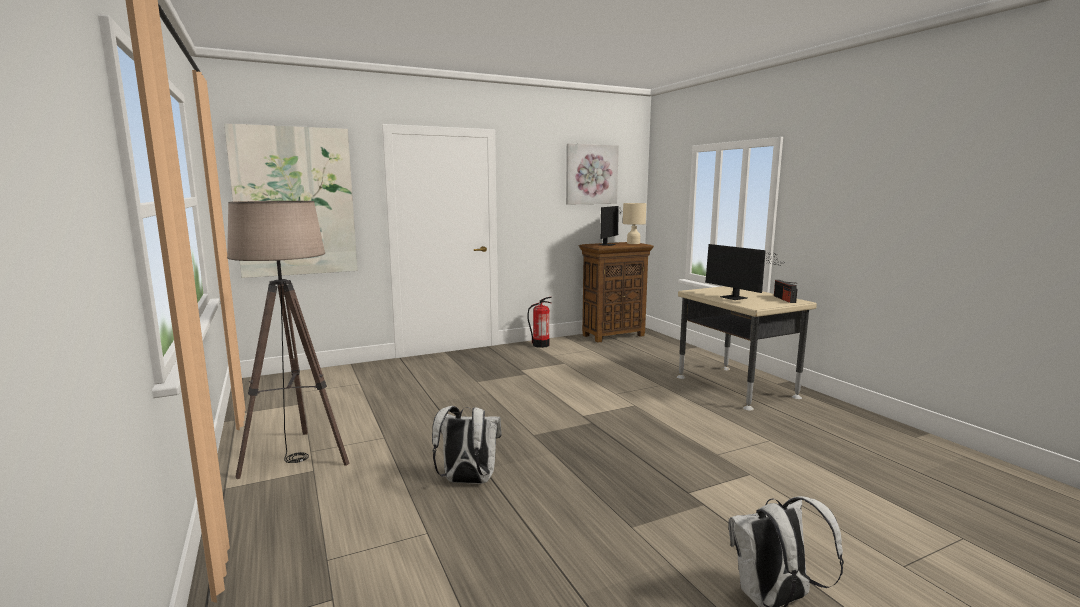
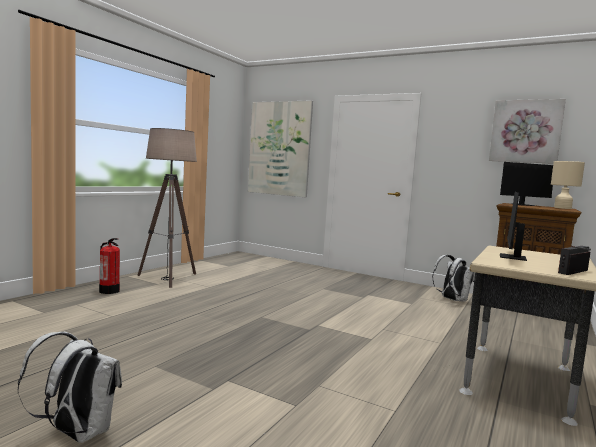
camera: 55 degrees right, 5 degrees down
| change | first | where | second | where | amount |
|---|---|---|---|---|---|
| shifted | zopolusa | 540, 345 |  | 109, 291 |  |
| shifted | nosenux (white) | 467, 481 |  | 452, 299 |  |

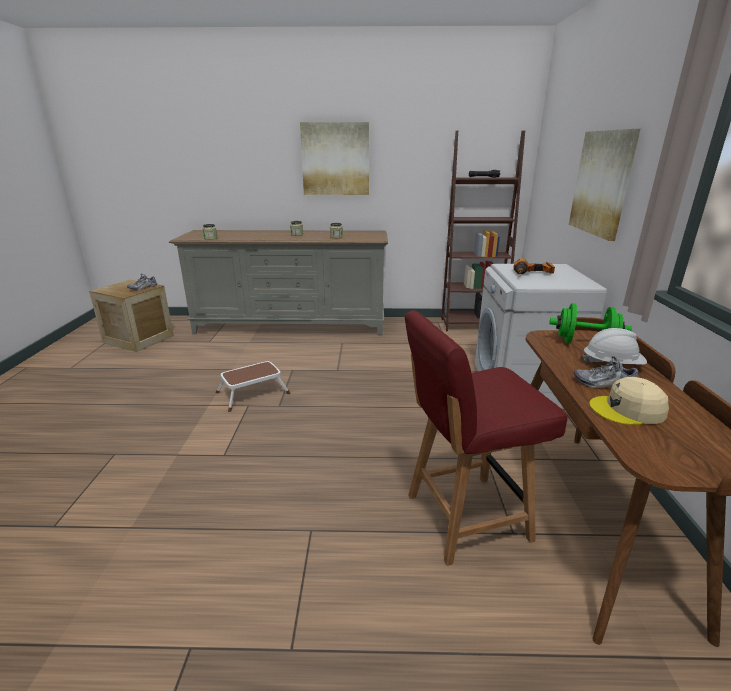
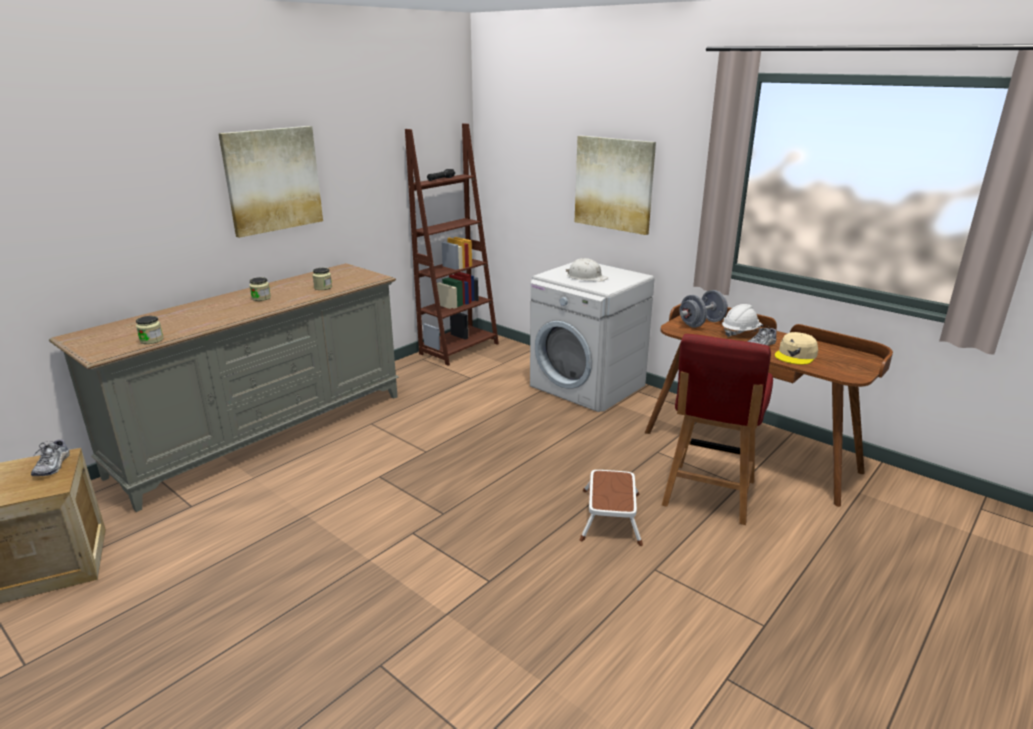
camera: 50 degrees left, 0 degrees up
| change | first | where | second | where | amount |
|---|---|---|---|---|---|
| swapped | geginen | 532, 274 | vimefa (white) | 586, 277 |  |
| repainted | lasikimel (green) | 585, 343 | lasikimel (grey) | 701, 323 |  |
| shifted | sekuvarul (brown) | 252, 393 |  | 610, 516 |  |

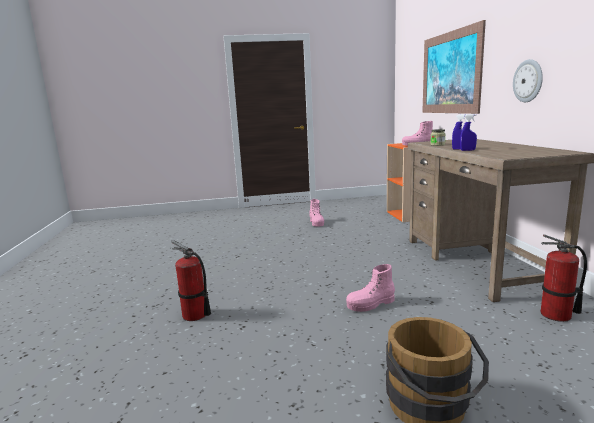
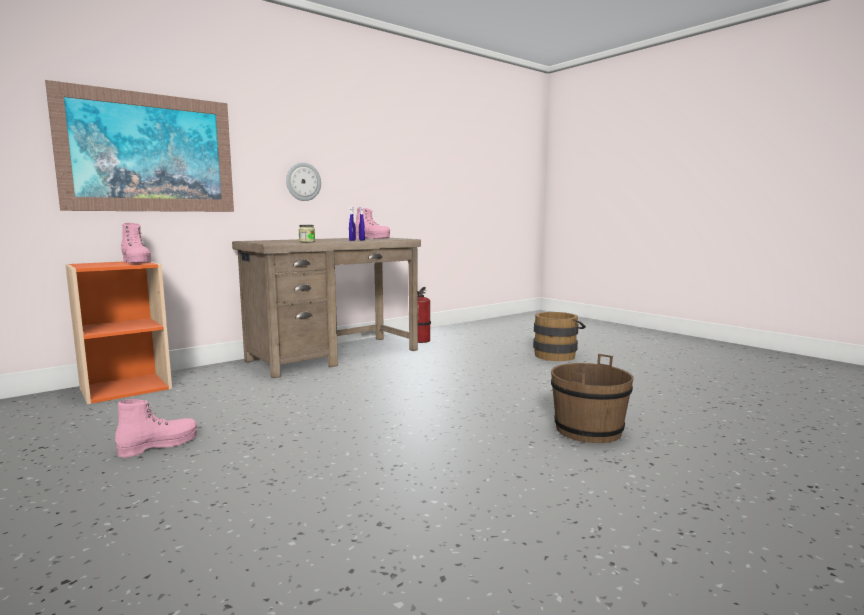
camera: 120 degrees left, 5 degrees down
| change | first | where | second | where | amount |
|---|---|---|---|---|---|
| swapped | zopolusa | 195, 315 | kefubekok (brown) | 588, 430 |  |
| shifted | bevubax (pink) | 370, 304 |  | 372, 238 |  |

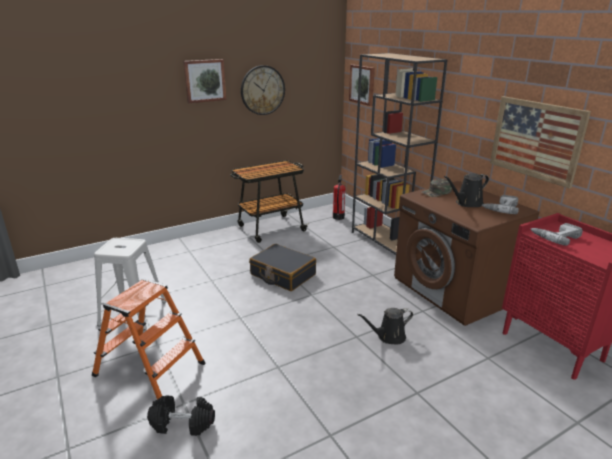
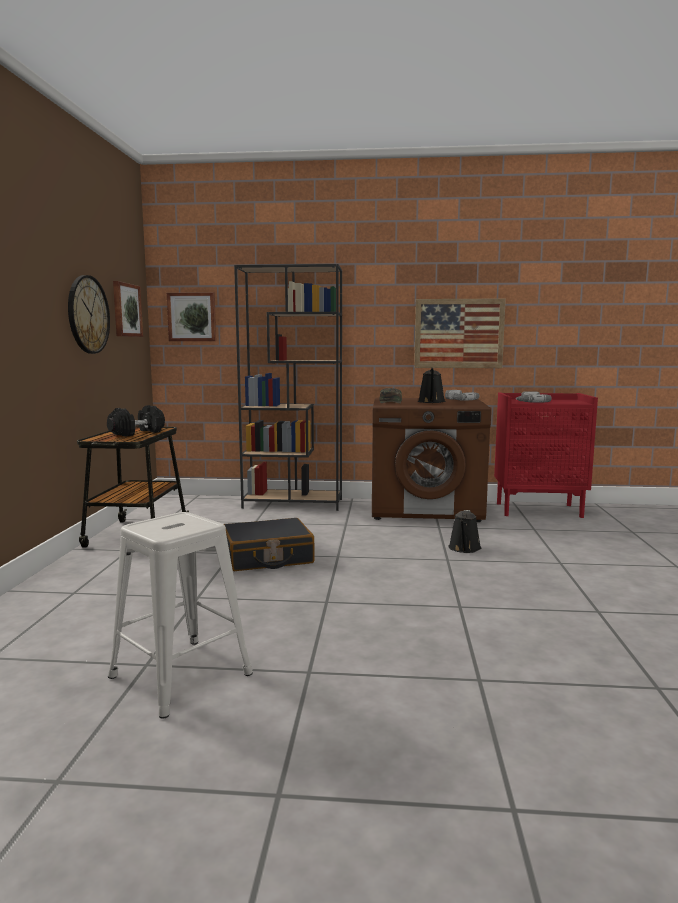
camera: 55 degrees left, 15 degrees down
| change | first | where | second | where | amount |
|---|---|---|---|---|---|
| shifted | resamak | 204, 80 |  | 126, 310 |  |
| gone | zopolusa | 338, 217 |  |  |  |
| gone | sekuvarul (orange) | 149, 369 |  |  |  |
| shifted | lasikimel (black) | 183, 424 |  | 137, 433 |  |

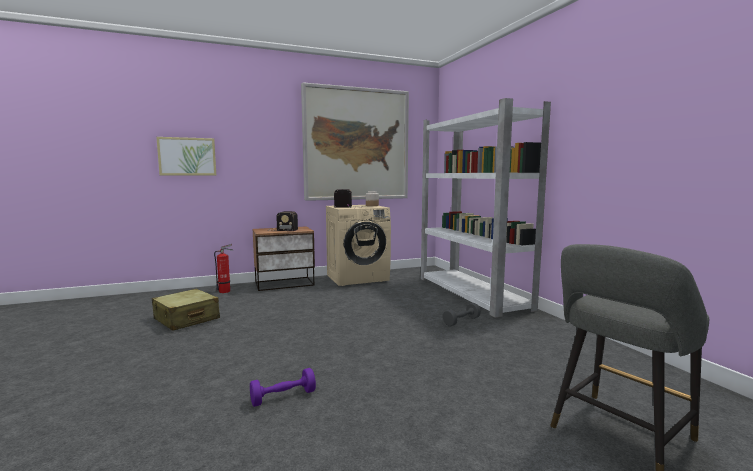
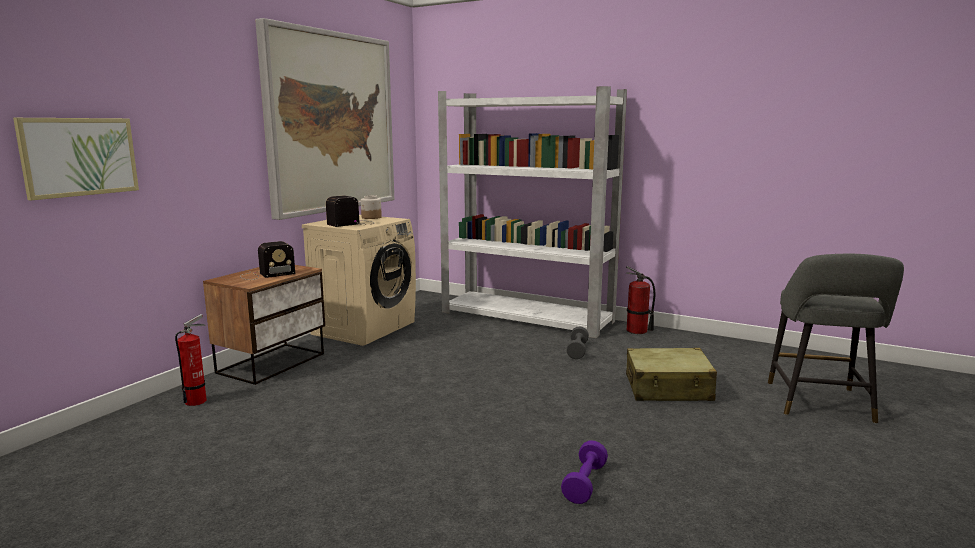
camera: 40 degrees left, 5 degrees up
| change | first | where | second | where | amount |
|---|---|---|---|---|---|
| shifted | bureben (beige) | 186, 319 |  | 668, 388 |  |
| new |  |  | zopolusa | 637, 331 |  |

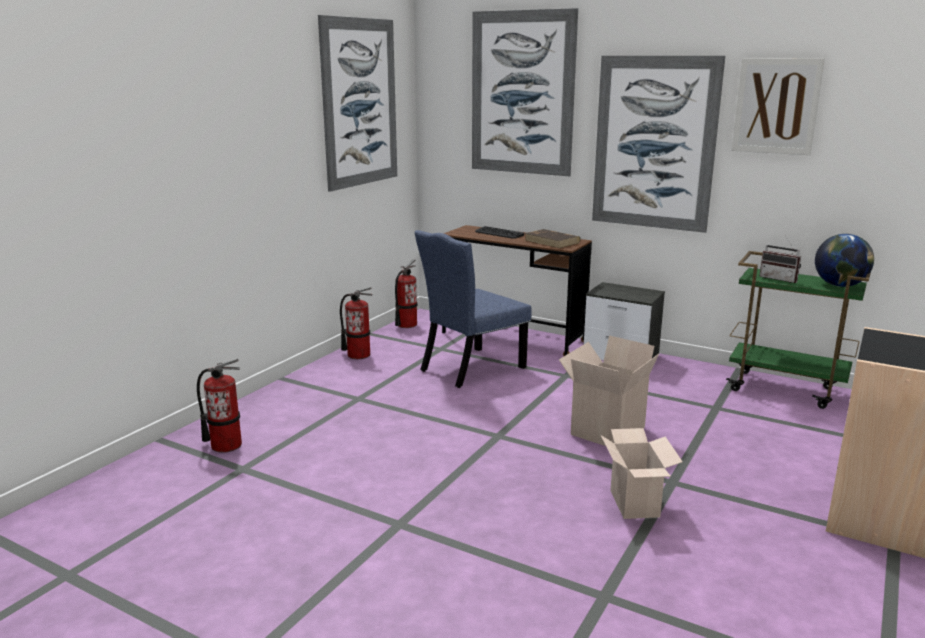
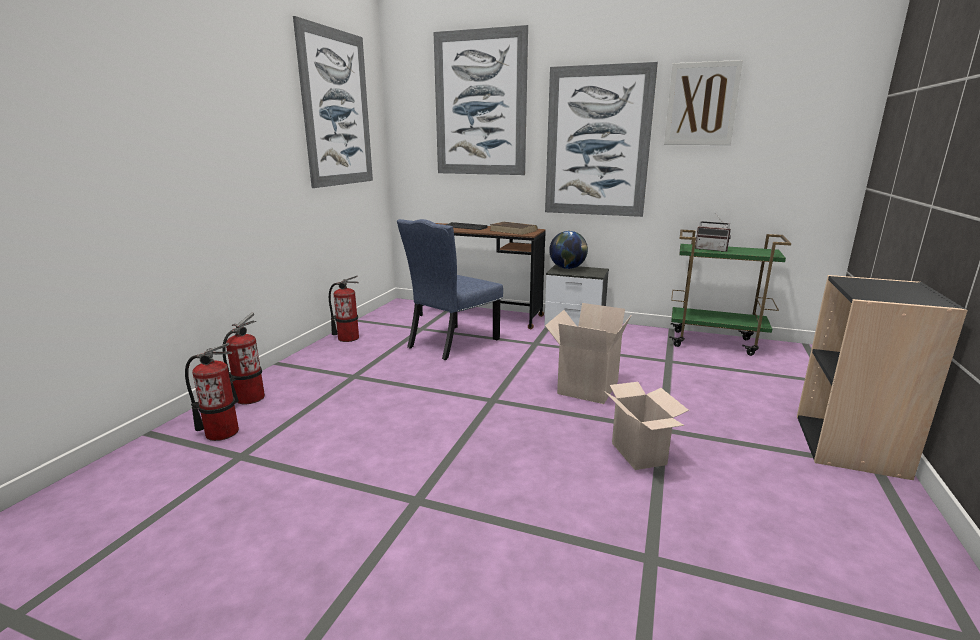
camera: 10 degrees left, 0 degrees up
| change | first | where | second | where | amount |
|---|---|---|---|---|---|
| shifted | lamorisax | 840, 285 |  | 567, 268 |  |
| shifted | zopolusa | 406, 325 |  | 249, 398 |  |

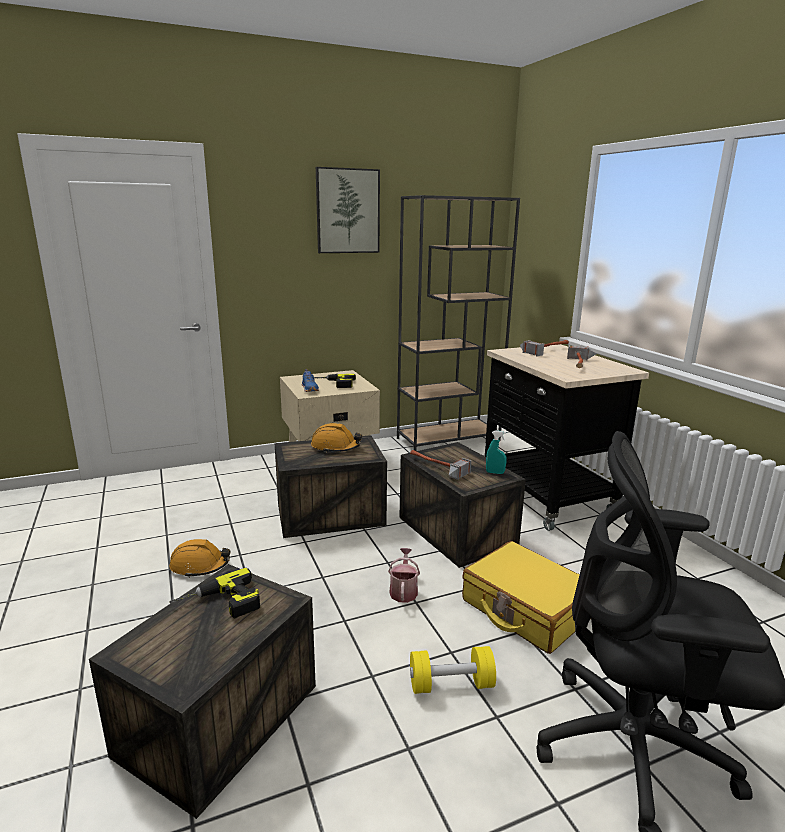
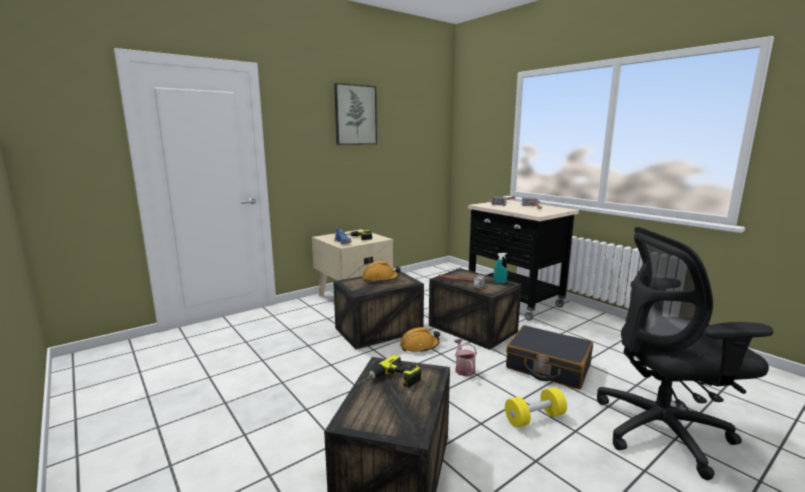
camera: 15 degrees left, 5 degrees down
| change | first | where | second | where | amount |
|---|---|---|---|---|---|
| gone | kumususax | 448, 439 |  |  |  |
| shifted | vimefa (orange) | 200, 566 |  | 419, 346 |  |
| repainted | bureben (yellow) | 526, 609 | bureben (black) | 548, 366 |  |

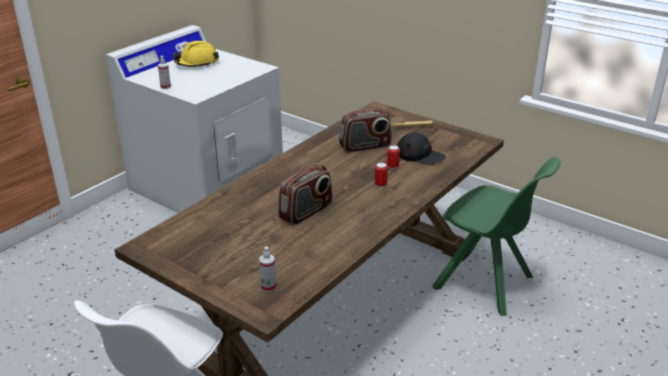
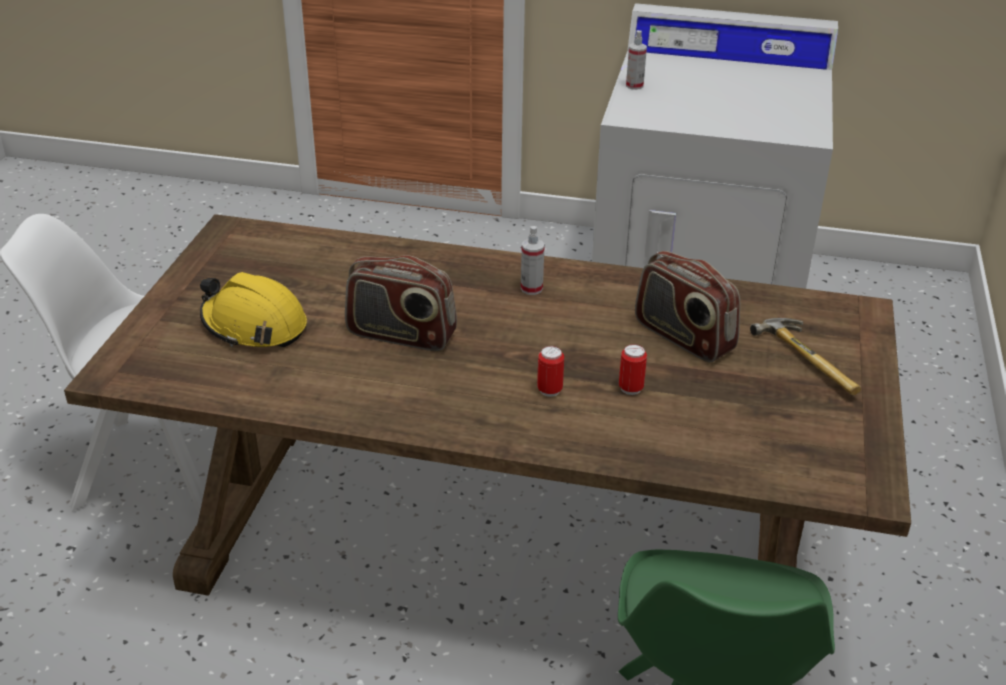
camera: 65 degrees right, 5 degrees up
| change | first | where | second | where | amount |
|---|---|---|---|---|---|
| shifted | vimefa (yellow) | 197, 63 |  | 254, 326 |  |
| gone | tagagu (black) | 420, 155 |  |  |  |
| shifted | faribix | 268, 287 |  | 531, 288 |  |

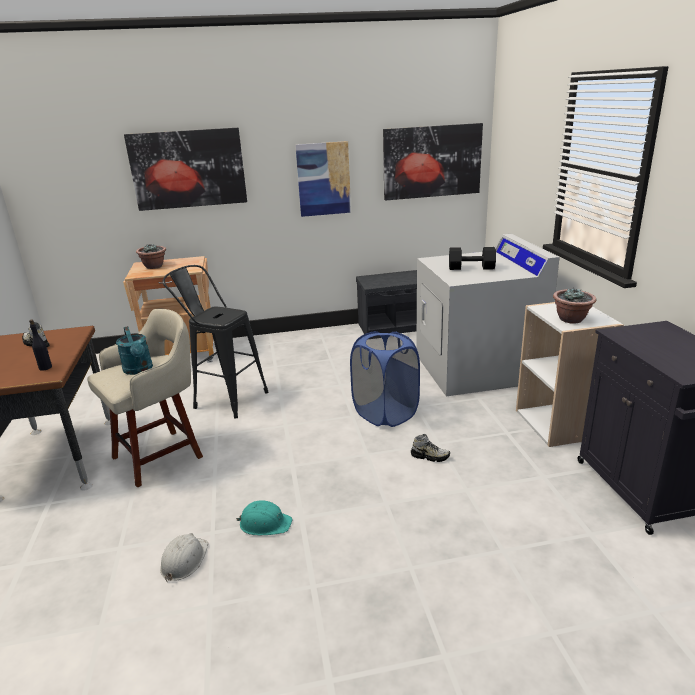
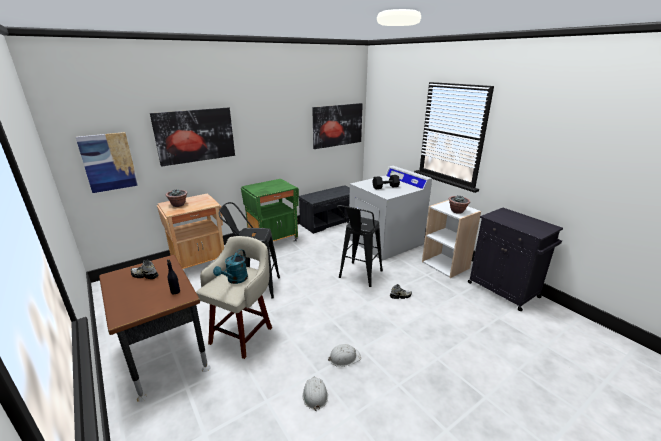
camera: 25 degrees left, 0 degrees up
| change | first | where | second | where | amount |
|---|---|---|---|---|---|
| shifted | resamak | 323, 179 |  | 108, 162 |  |
| rotated | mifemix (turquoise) | 139, 370 |  | 235, 280 | 75 degrees clockwise |
| swapped | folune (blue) | 385, 413 | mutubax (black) | 358, 276 |  |
| repainted | vimefa (turquoise) | 265, 523 | vimefa (white) | 344, 358 |  |
| new |  |  | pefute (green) | 273, 240 |  |

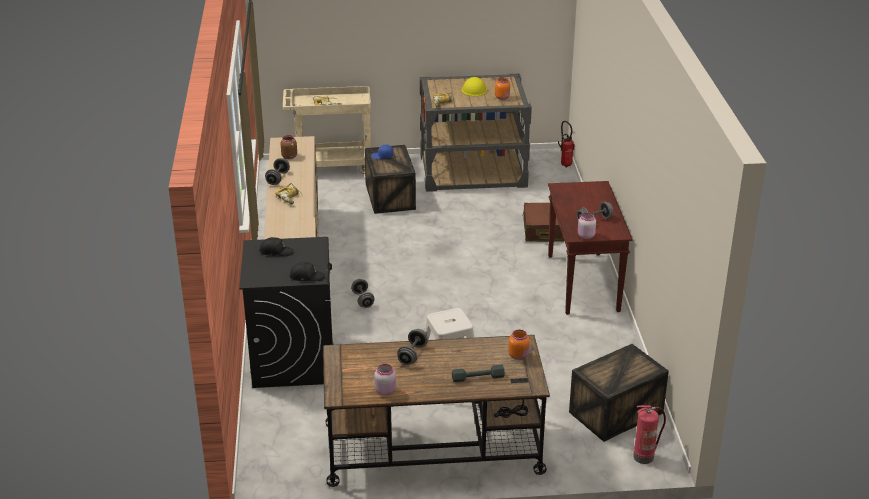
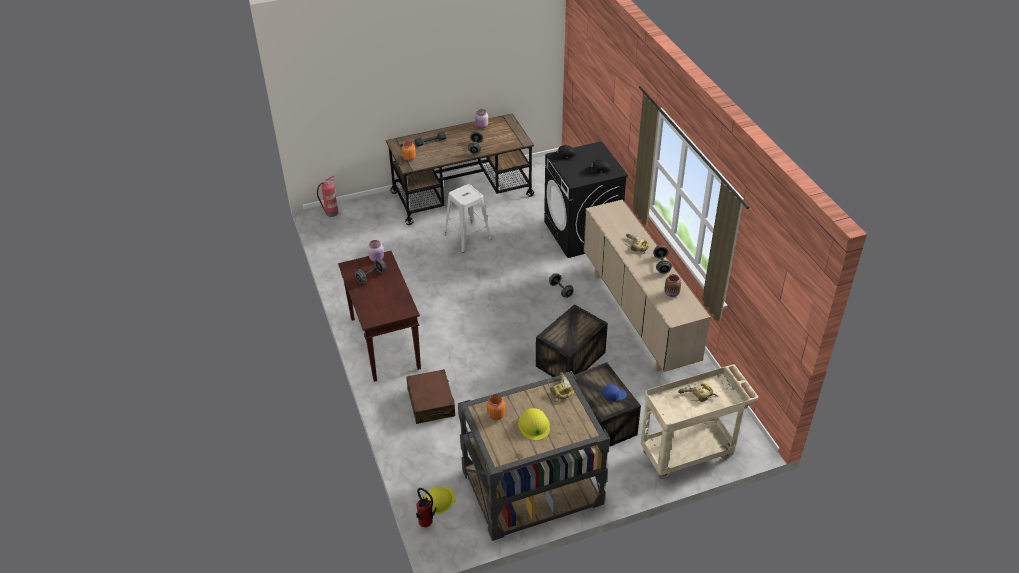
camera: 165 degrees right, 10 degrees up
| change | first | where | second | where | amount |
|---|---|---|---|---|---|
| shifted | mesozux | 615, 413 |  | 571, 358 |  |
| new |  |  | vimefa (yellow) | 438, 500 |  |

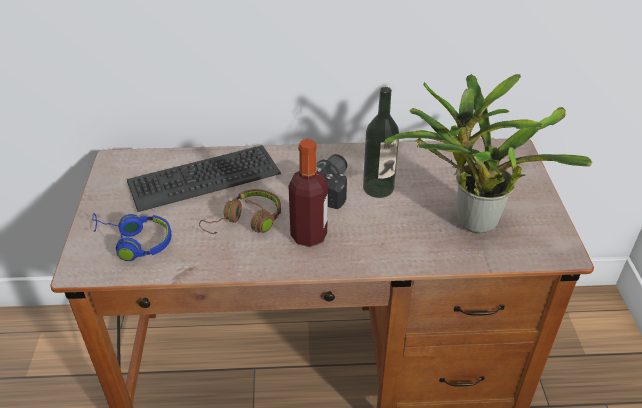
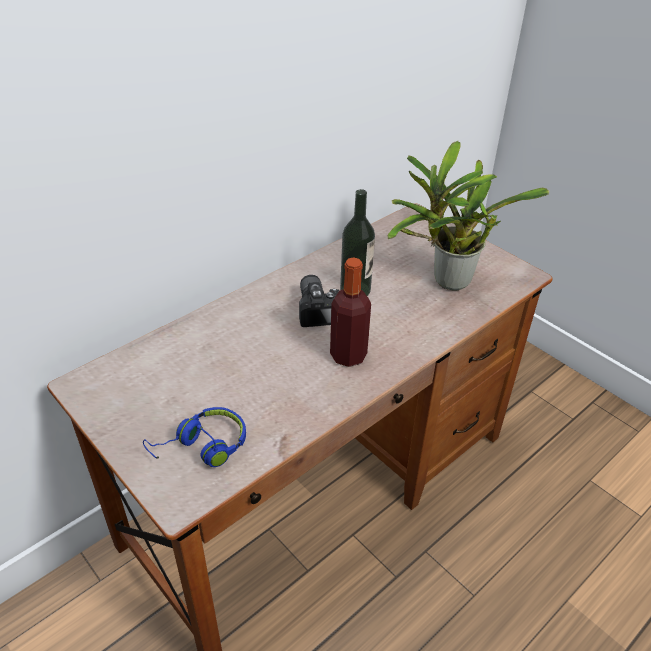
camera: 40 degrees left, 0 degrees up
| change | first | where | second | where | amount |
|---|---|---|---|---|---|
| gone | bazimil | 204, 177 |  |  |  |
| gone | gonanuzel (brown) | 246, 222 |  |  |  |

